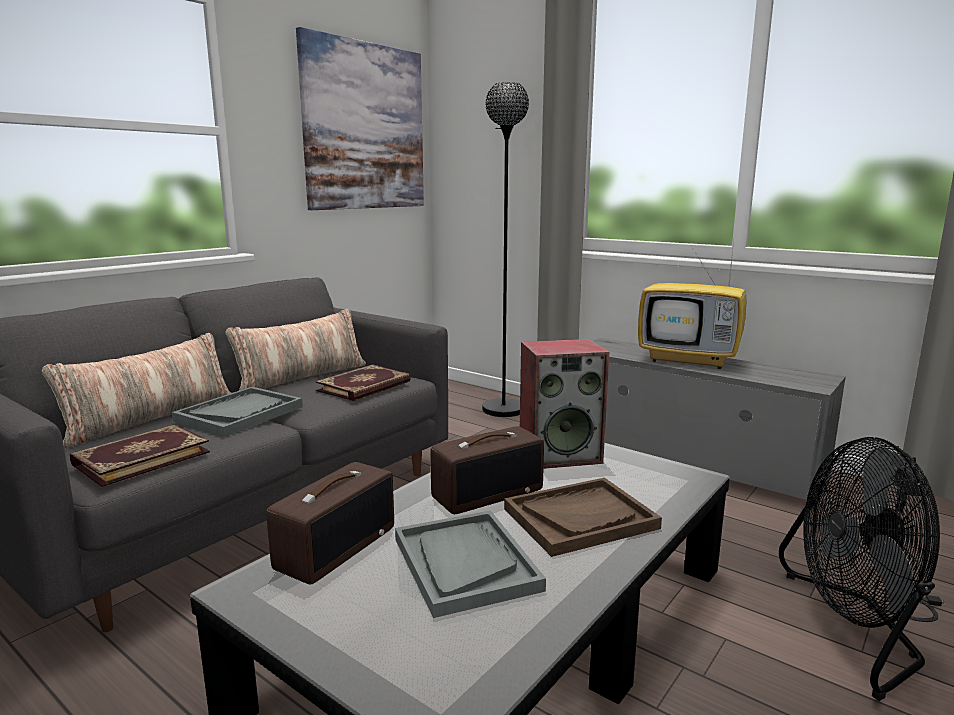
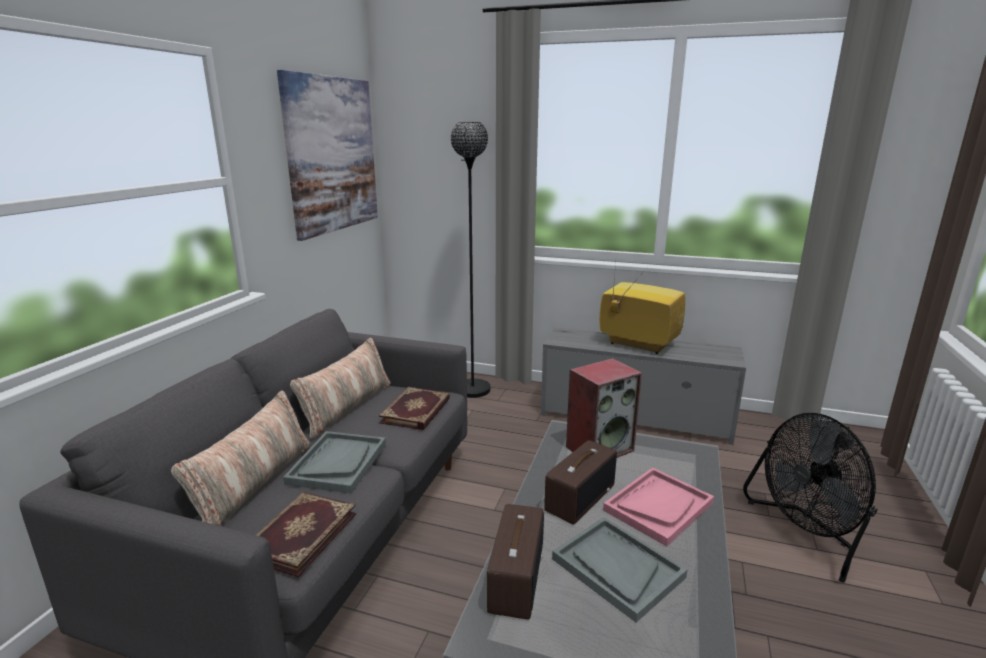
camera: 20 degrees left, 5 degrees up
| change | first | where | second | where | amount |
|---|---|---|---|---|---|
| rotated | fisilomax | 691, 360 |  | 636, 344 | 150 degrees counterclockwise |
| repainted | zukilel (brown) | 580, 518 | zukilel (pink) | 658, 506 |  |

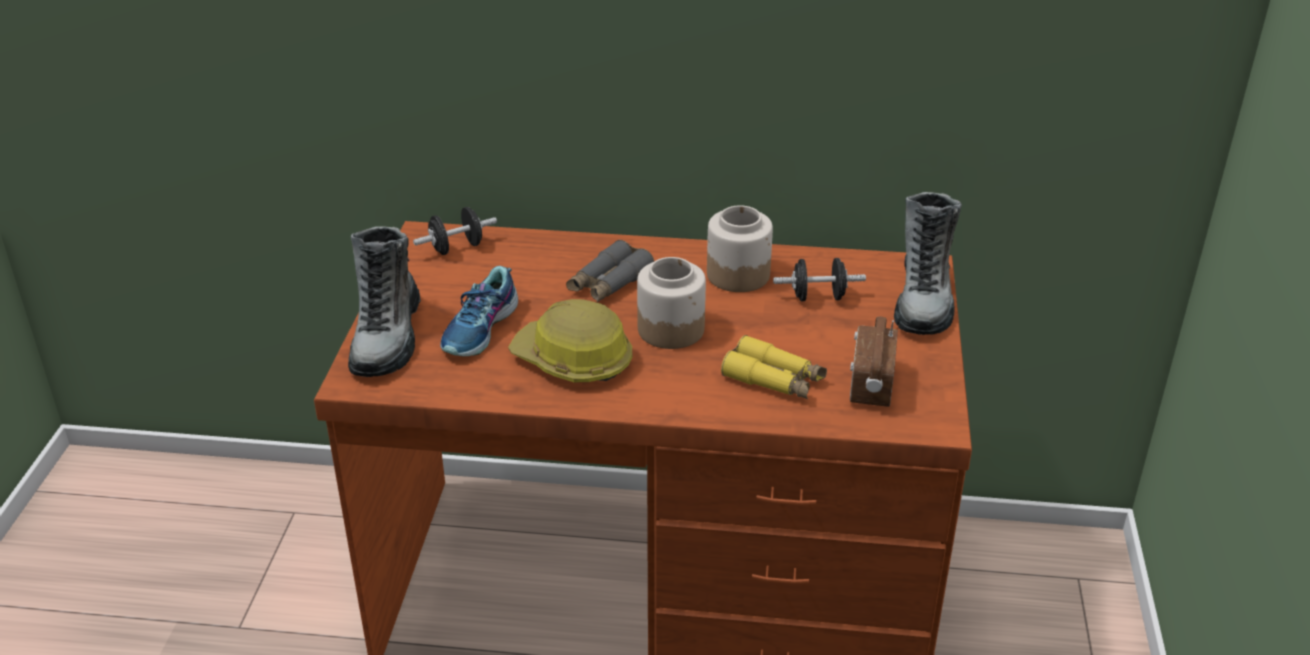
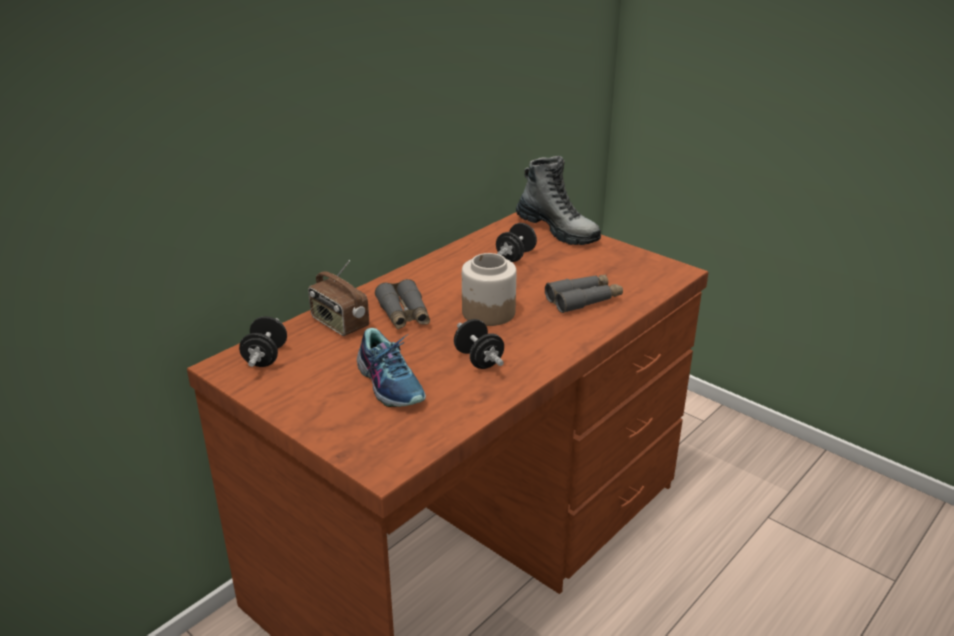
camera: 55 degrees left, 5 degrees down
| change | first | where | second | where | amount |
|---|---|---|---|---|---|
| gone | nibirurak | 738, 274 |  |  |  |
| gone | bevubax | 387, 337 |  |  |  |
| swapped | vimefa | 573, 360 | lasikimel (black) | 478, 360 |  |
| shifted | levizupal | 870, 386 |  | 339, 324 |  |
| repainted | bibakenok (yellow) | 774, 380 | bibakenok (grey) | 584, 300 |  |

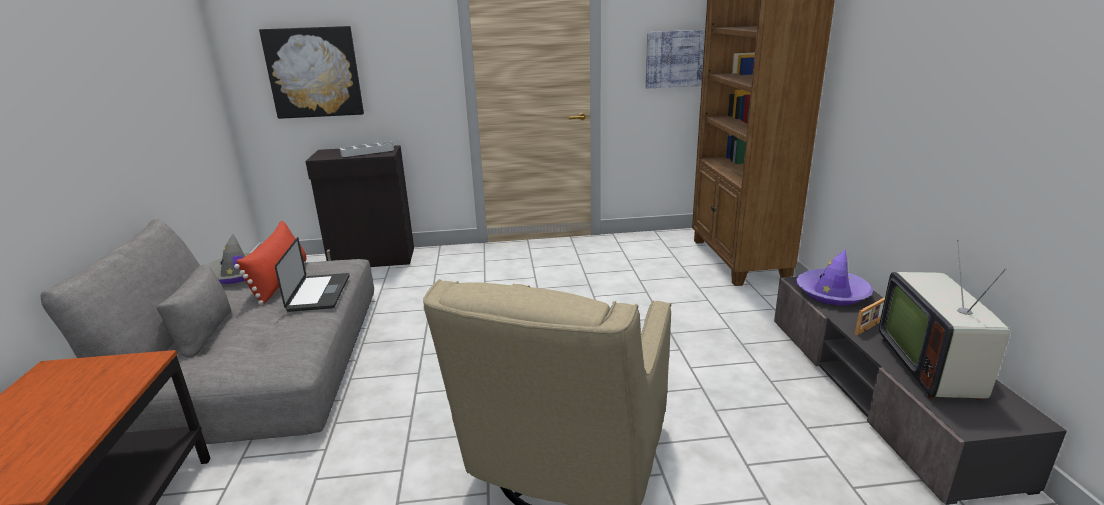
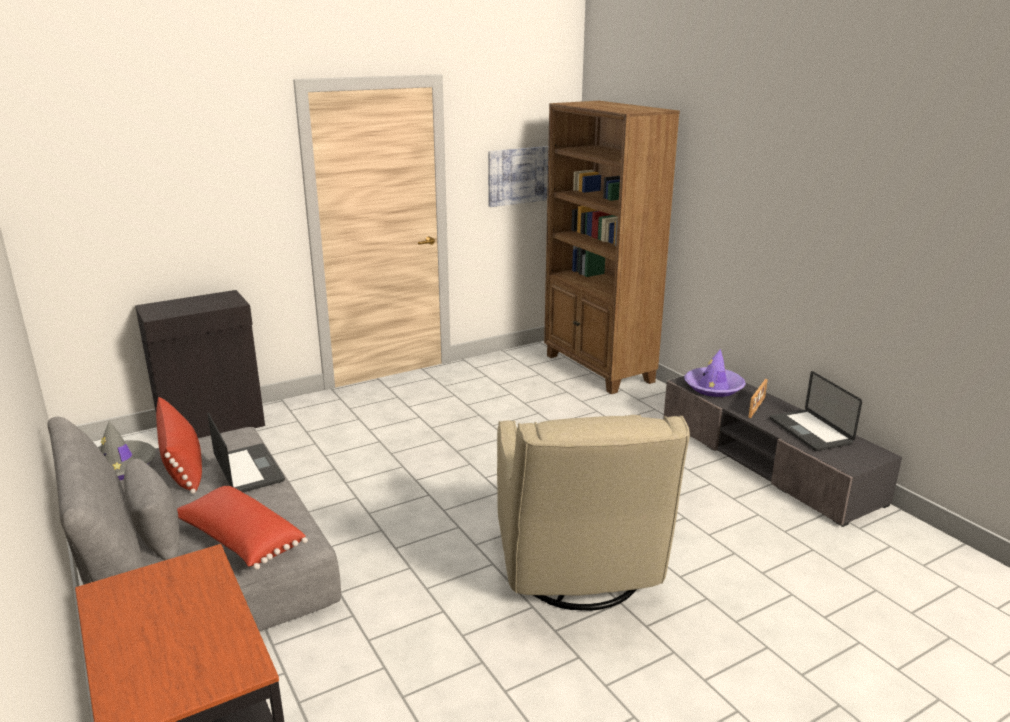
camera: 25 degrees left, 0 degrees up
| change | first | where | second | where | amount |
|---|---|---|---|---|---|
| gone | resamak | 314, 72 |  |  |  |
| gone | zukilel (grey) | 367, 152 |  |  |  |
| swapped | fisilomax | 932, 366 | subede | 810, 431 |  |
| new |  |  | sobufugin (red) | 239, 541 |  |

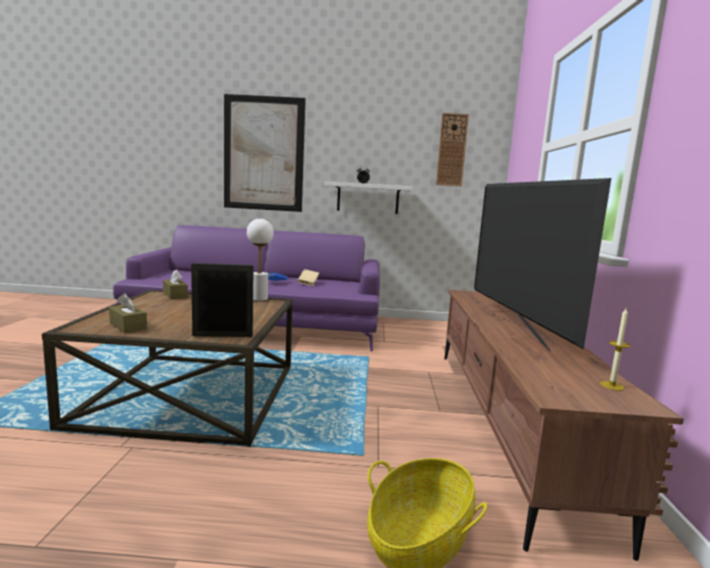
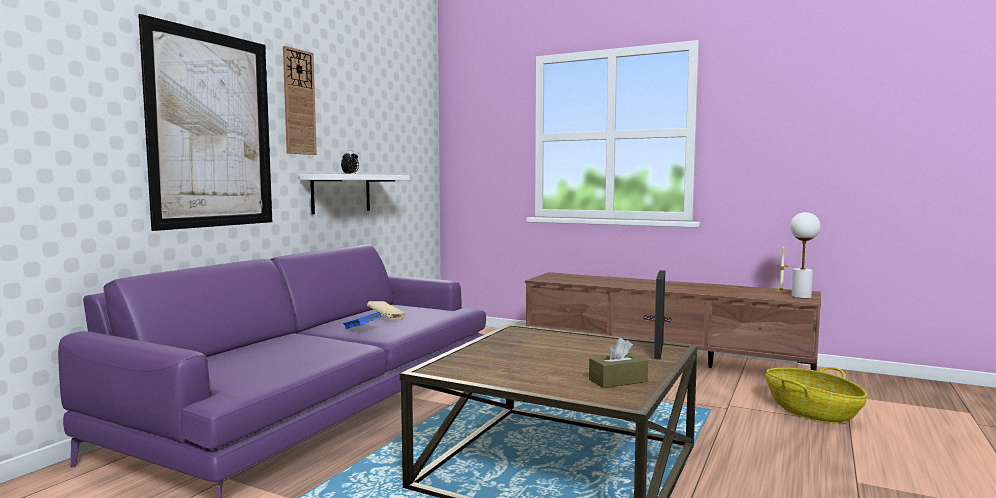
camera: 65 degrees left, 5 degrees down
| change | first | where | second | where | amount |
|---|---|---|---|---|---|
| shifted | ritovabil | 451, 150 |  | 299, 102 |  |
| gone | fisilomax | 516, 329 |  |  |  |
| shifted | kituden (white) | 259, 299 |  | 801, 296 |  |
| gone | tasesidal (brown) | 175, 295 |  |  |  |

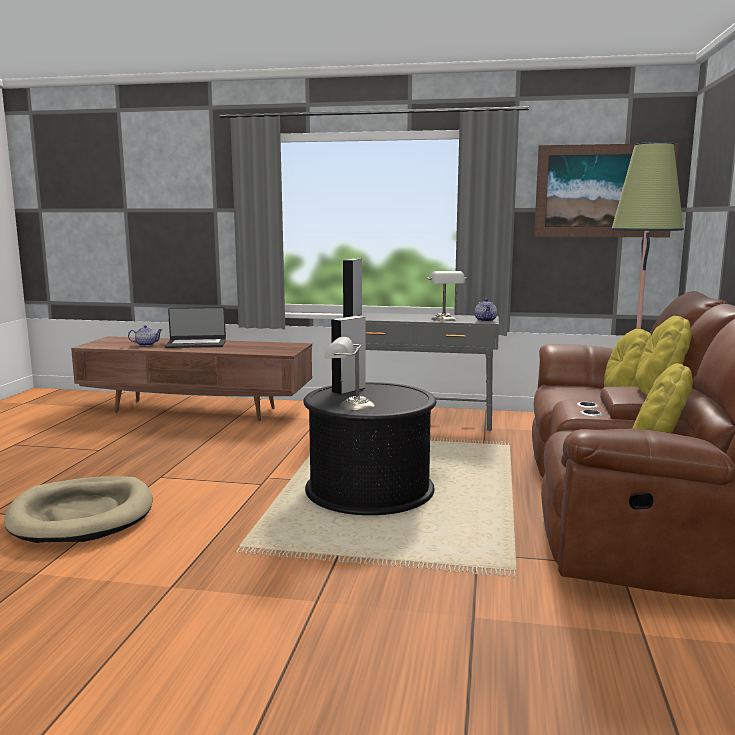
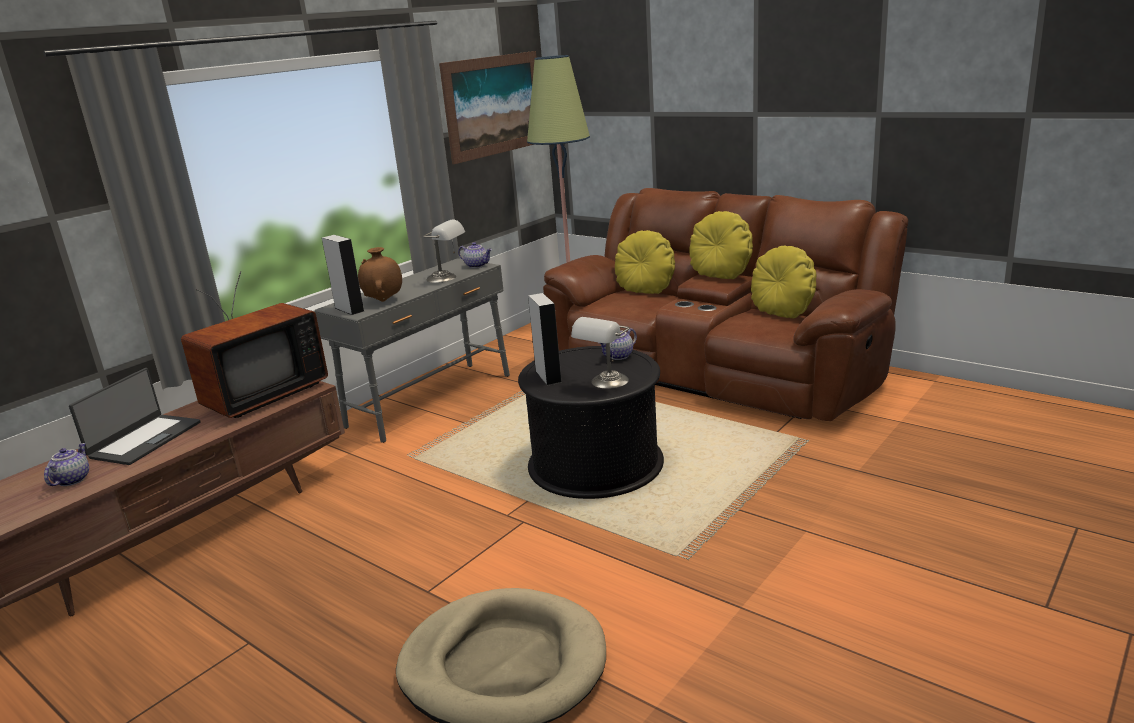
camera: 60 degrees left, 10 degrees up
| change | first | where | second | where | amount |
|---|---|---|---|---|---|
| new |  |  | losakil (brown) | 384, 301 |  |
| new |  |  | fisilomax | 261, 396 |  |
| new |  |  | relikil | 619, 356 |  |

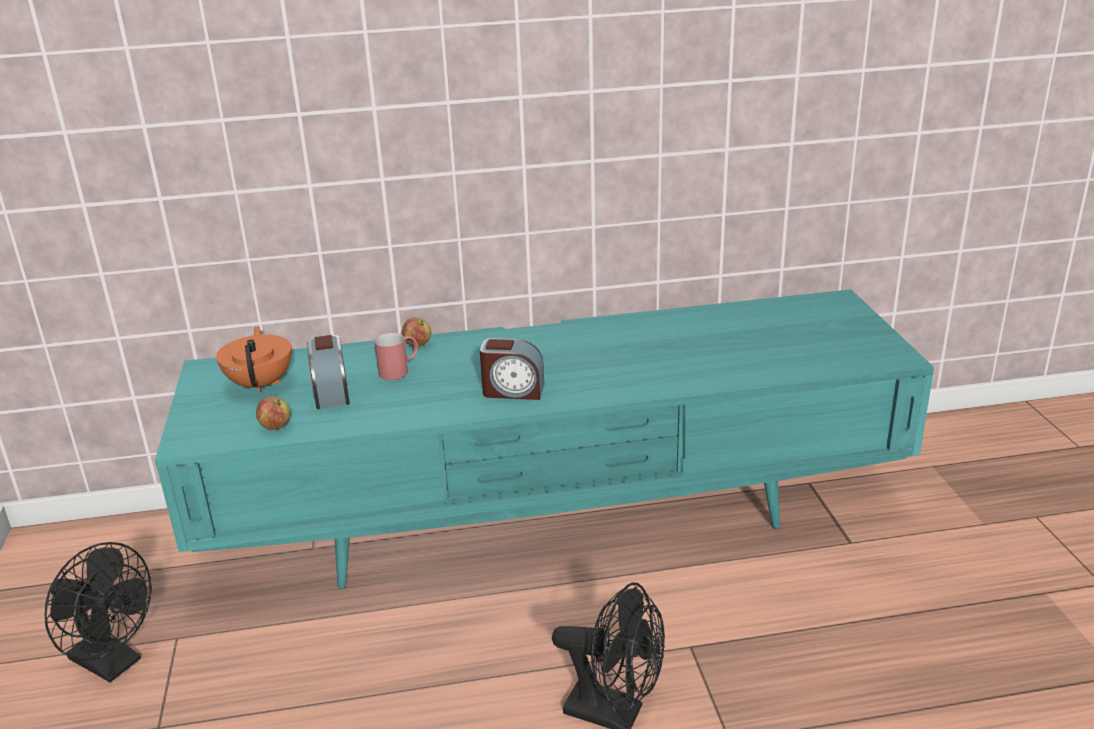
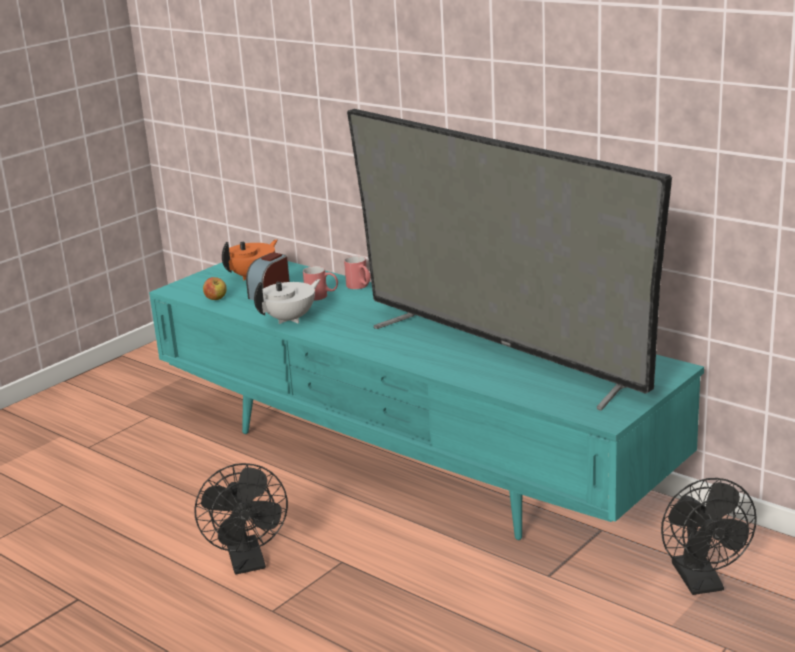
camera: 50 degrees right, 5 degrees down
| change | first | where | second | where | amount |
|---|---|---|---|---|---|
| swapped | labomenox | 418, 344 | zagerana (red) | 360, 287 |  |
| gone | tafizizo | 513, 391 |  |  |  |
| shifted | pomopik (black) | 113, 663 |  | 702, 583 |  |
| new |  |  | fisilomax | 500, 353 |  |
| new |  |  | relikil (white) | 290, 319 |  |

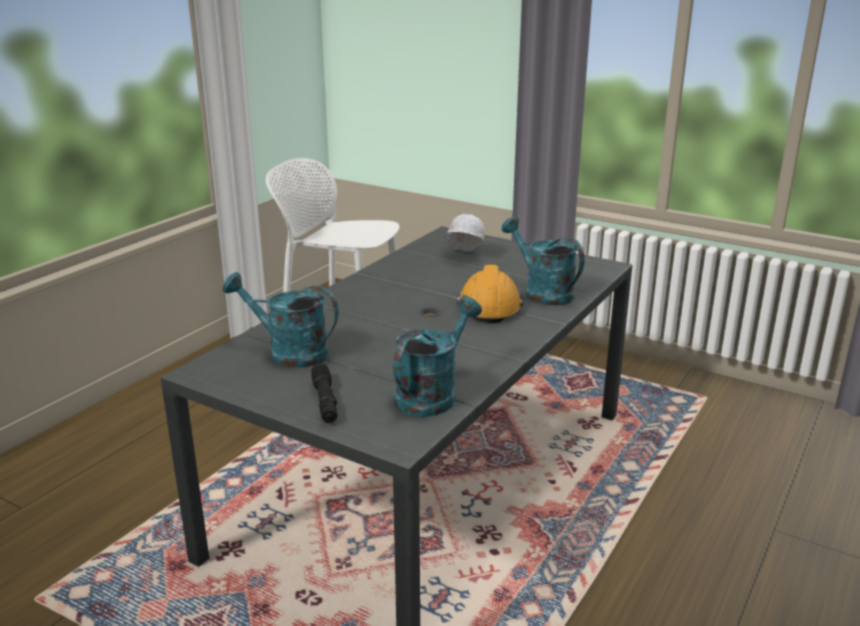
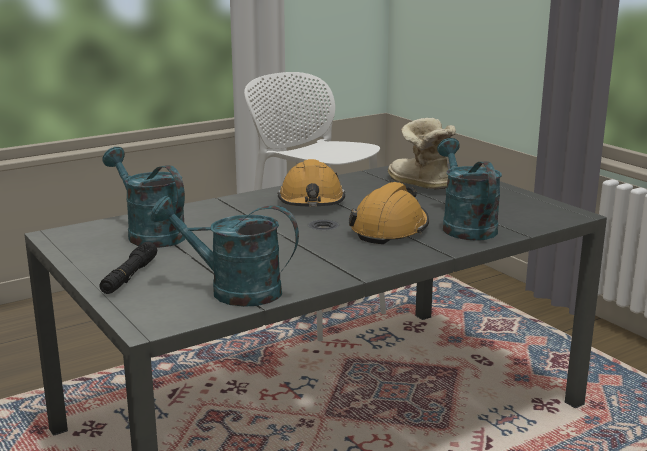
camera: 25 degrees right, 5 degrees down
| change | first | where | second | where | amount |
|---|---|---|---|---|---|
| swapped | vimefa (white) | 463, 257 | bevubax | 418, 185 |  |
| rotated | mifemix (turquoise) | 431, 394 |  | 233, 291 | 135 degrees counterclockwise |
| new |  |  | vimefa (orange) | 311, 202 |  |

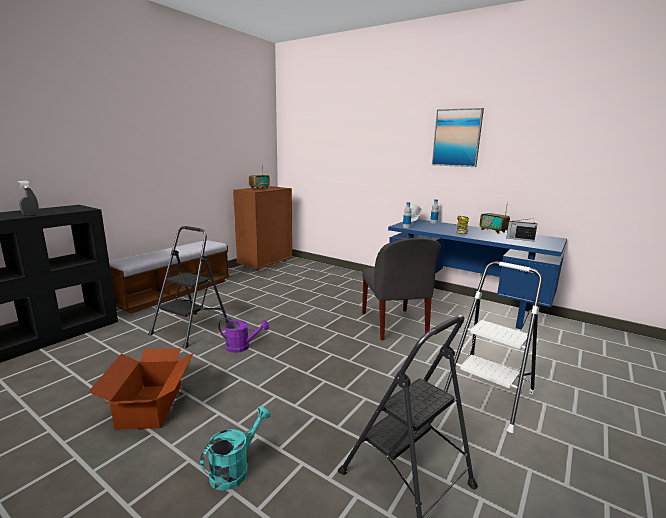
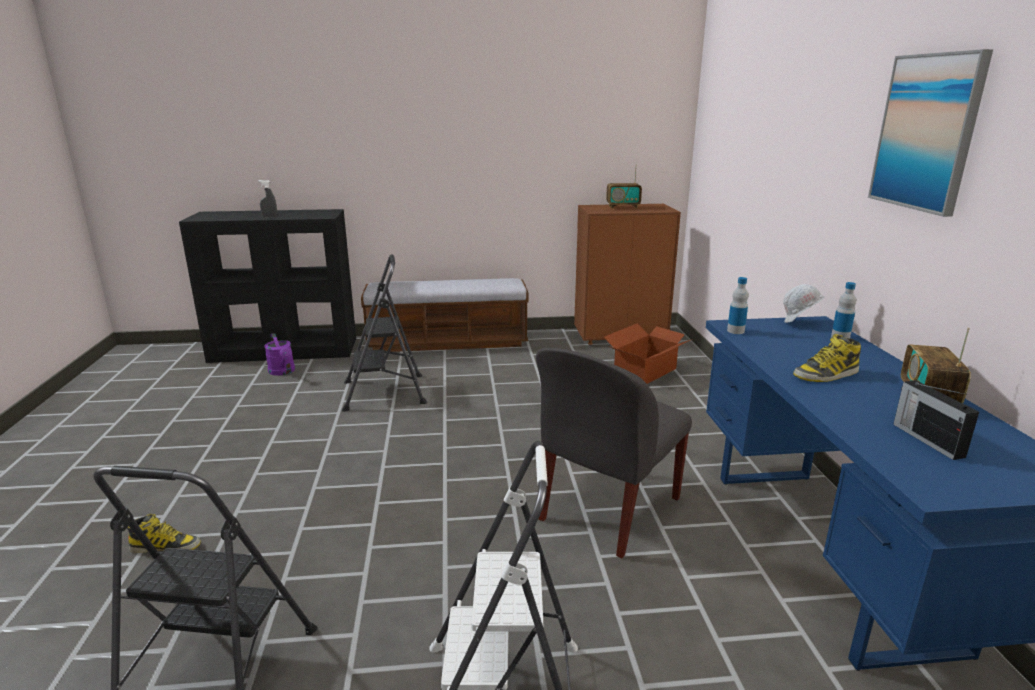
camera: 50 degrees right, 5 degrees up
| change | first | where | second | where | amount |
|---|---|---|---|---|---|
| shifted | mifemix (purple) | 242, 347 |  | 283, 372 |  |
| shifted | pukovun | 151, 405 |  | 646, 372 |  |
| swapped | mifemix (turquoise) | 235, 468 | bevubax | 166, 547 |  |

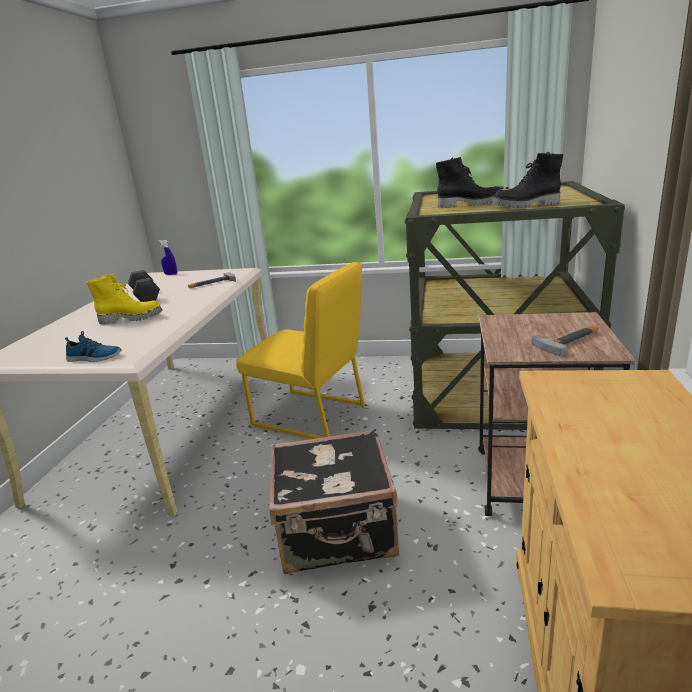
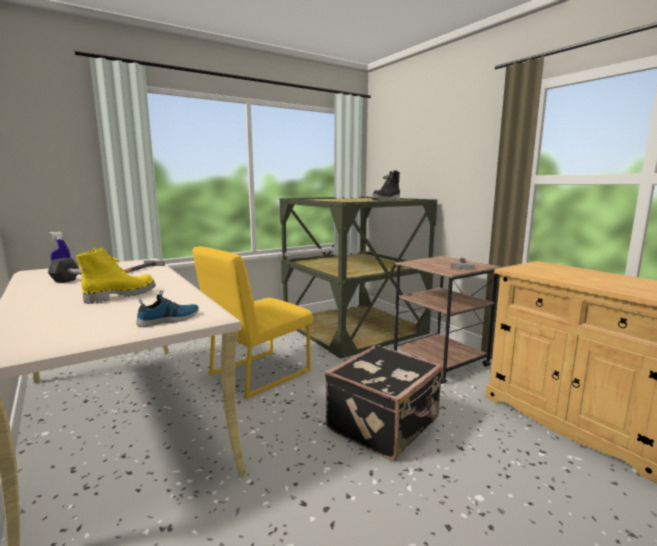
camera: 45 degrees left, 10 degrees down
| change | first | where | second | where | amount |
|---|---|---|---|---|---|
| gone | bevubax (black) | 469, 205 |  |  |  |
| rotated | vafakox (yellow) | 311, 416 |  | 257, 373 | 150 degrees clockwise |

